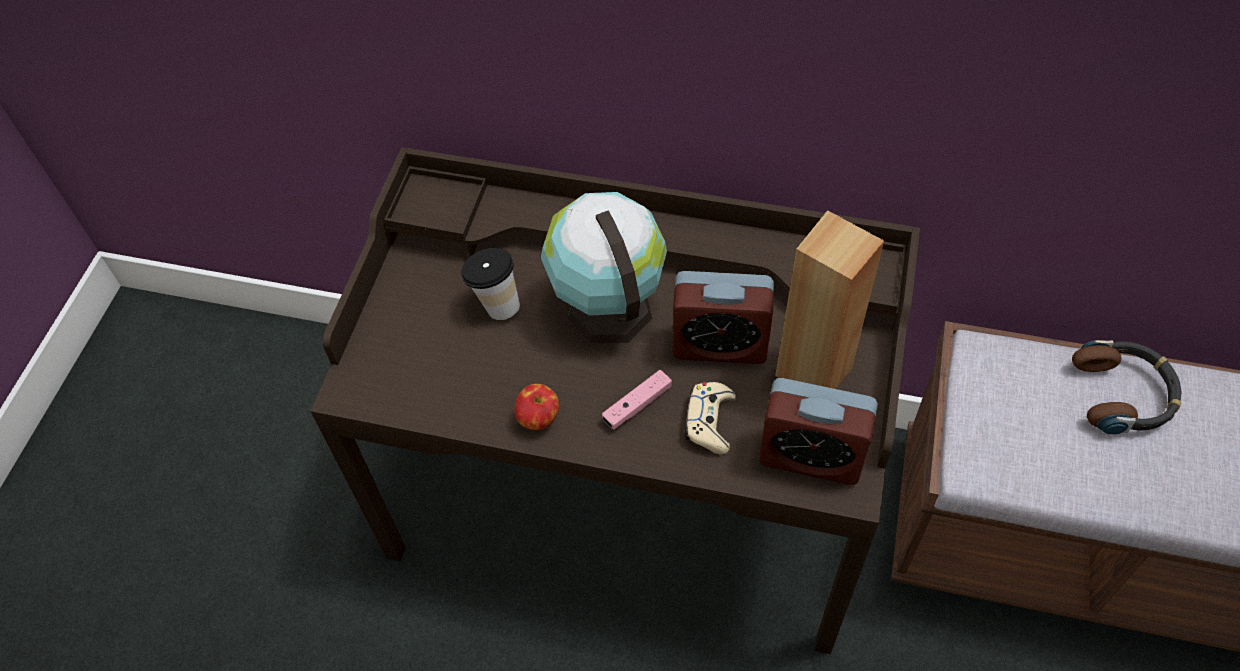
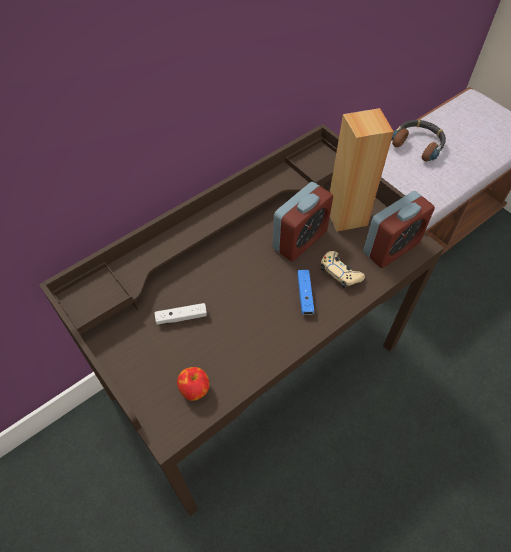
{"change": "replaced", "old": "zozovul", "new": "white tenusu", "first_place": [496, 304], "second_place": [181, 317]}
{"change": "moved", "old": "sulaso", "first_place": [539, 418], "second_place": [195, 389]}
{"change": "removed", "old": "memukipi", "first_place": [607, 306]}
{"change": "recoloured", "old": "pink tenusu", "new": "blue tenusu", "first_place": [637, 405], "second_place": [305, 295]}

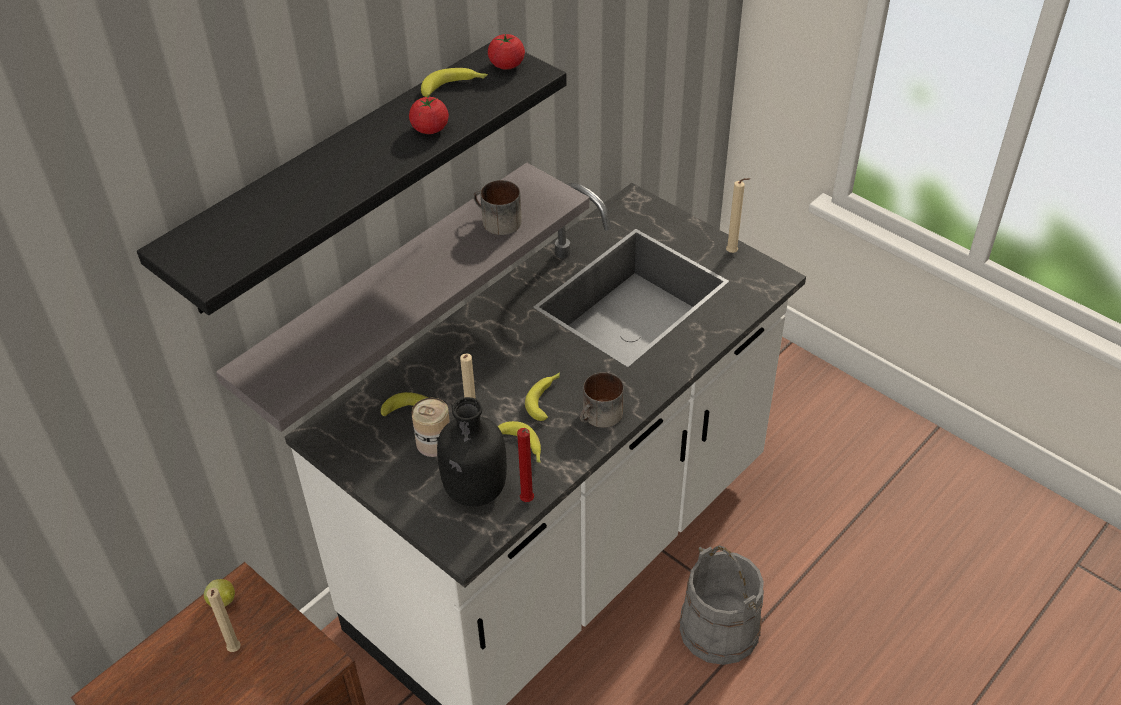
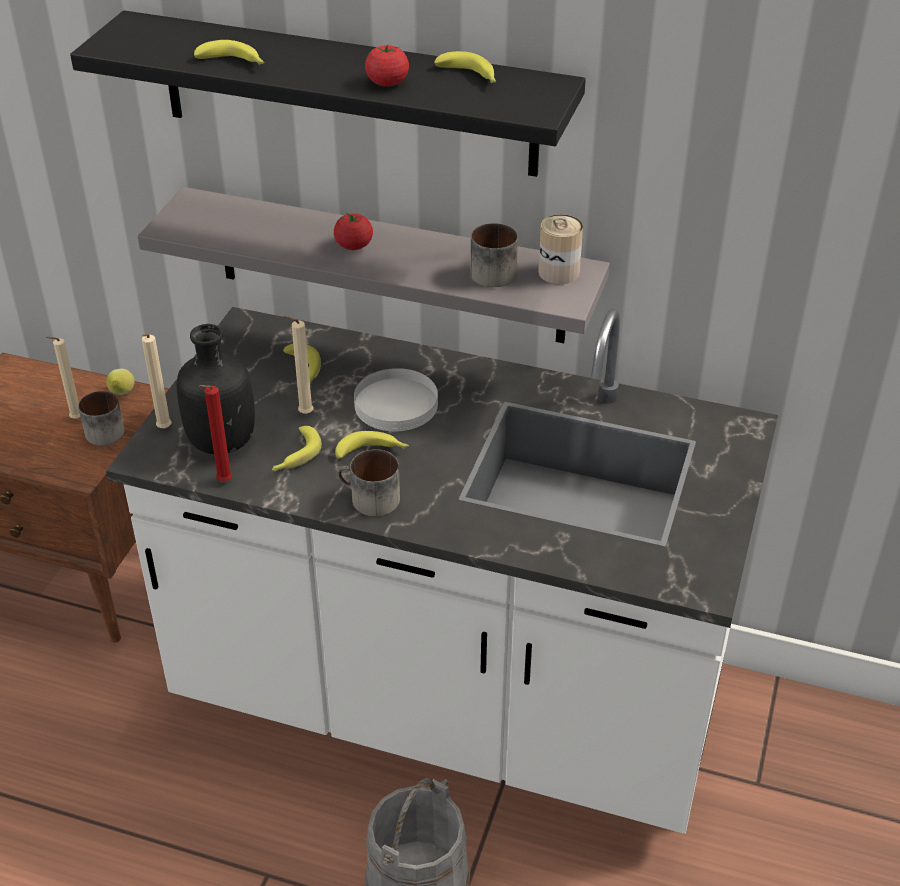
{"change": "moved", "old": "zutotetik", "first_place": [434, 442], "second_place": [558, 272]}
{"change": "moved", "old": "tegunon", "first_place": [506, 65], "second_place": [354, 245]}
{"change": "moved", "old": "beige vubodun", "first_place": [733, 253], "second_place": [163, 430]}
{"change": "added", "new": "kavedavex", "second_place": [104, 429]}
{"change": "added", "new": "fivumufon", "second_place": [234, 63]}
{"change": "added", "new": "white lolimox", "second_place": [396, 404]}

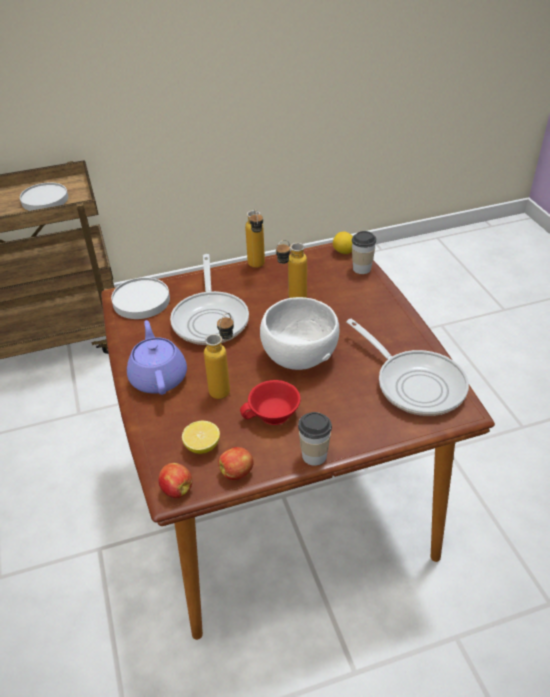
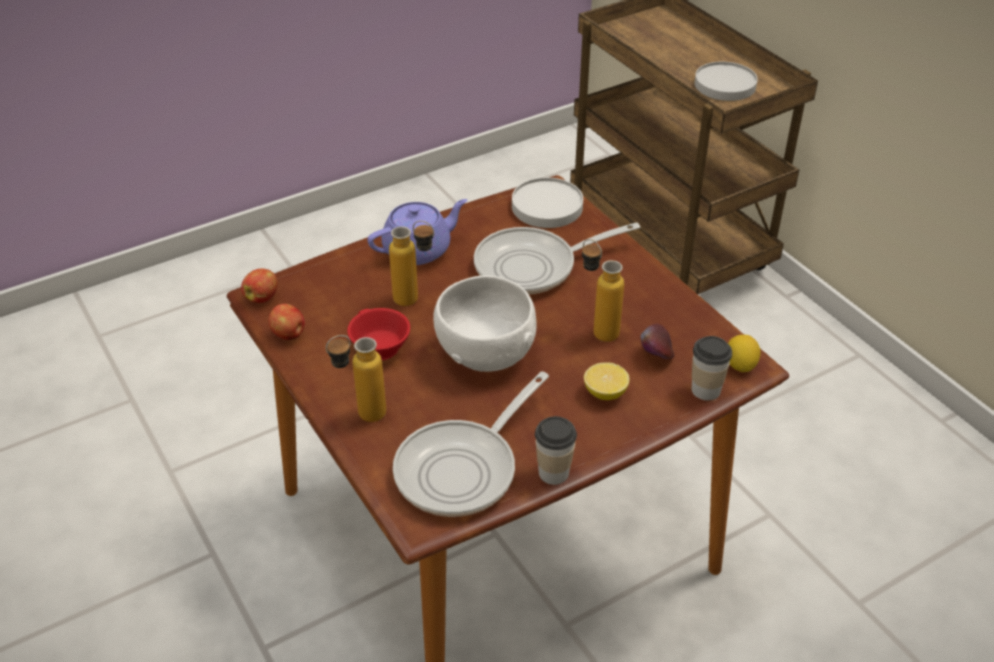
{"change": "moved", "old": "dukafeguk", "first_place": [202, 446], "second_place": [605, 393]}
{"change": "moved", "old": "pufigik", "first_place": [257, 267], "second_place": [361, 417]}
{"change": "moved", "old": "zozovul", "first_place": [314, 456], "second_place": [553, 472]}
{"change": "added", "new": "sulaso", "second_place": [656, 356]}

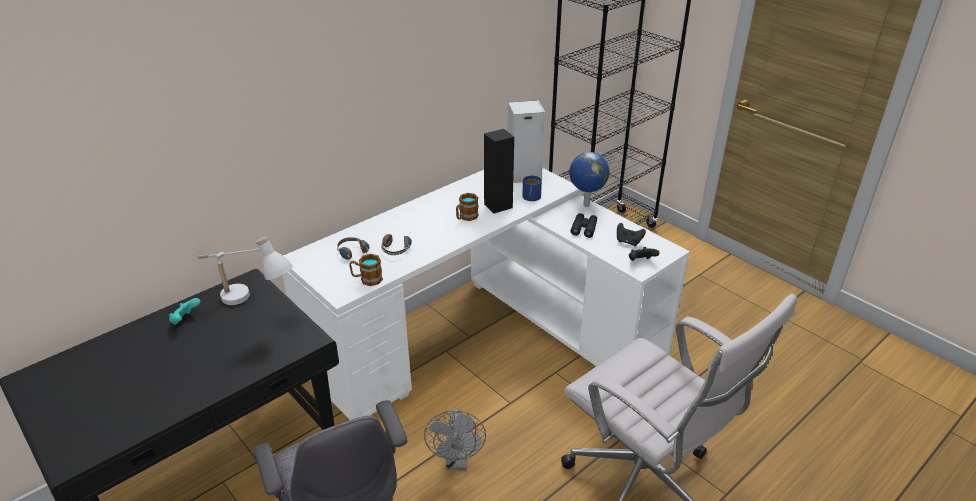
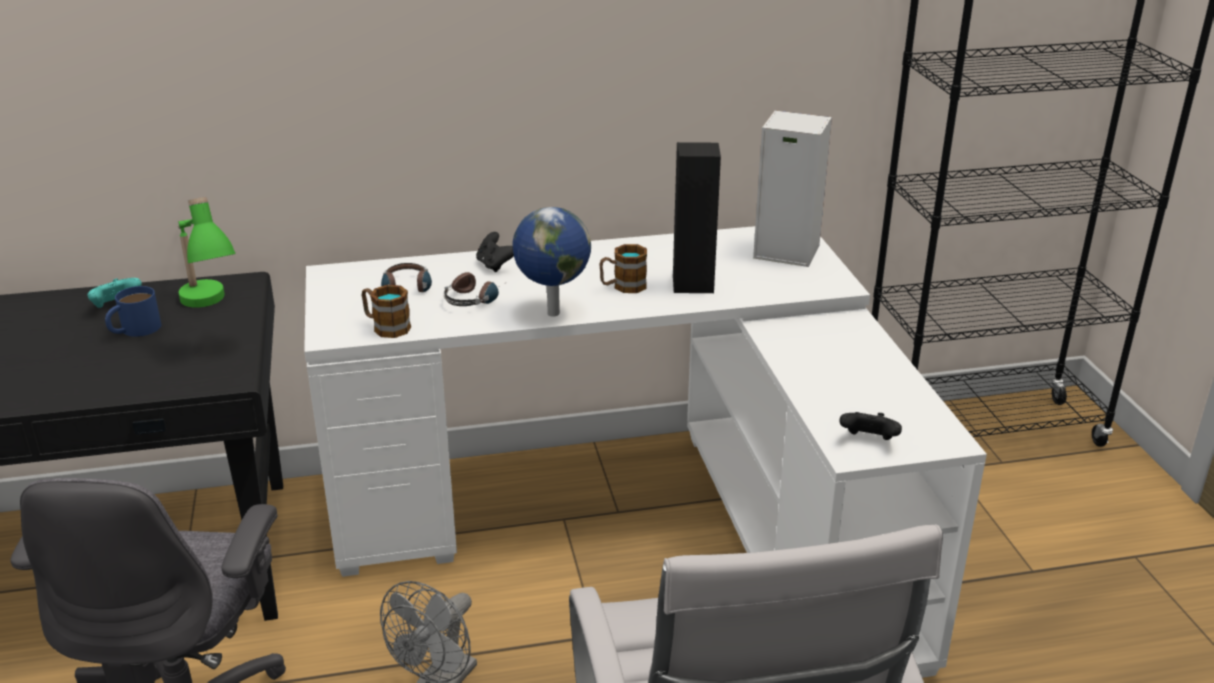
{"change": "recoloured", "old": "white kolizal", "new": "green kolizal", "first_place": [250, 303], "second_place": [209, 311]}
{"change": "moved", "old": "blue kavedavex", "first_place": [531, 198], "second_place": [134, 330]}
{"change": "moved", "old": "memukipi", "first_place": [585, 205], "second_place": [551, 313]}
{"change": "removed", "old": "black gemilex", "first_place": [584, 228]}
{"change": "moved", "old": "black tenusu", "first_place": [628, 242], "second_place": [495, 265]}

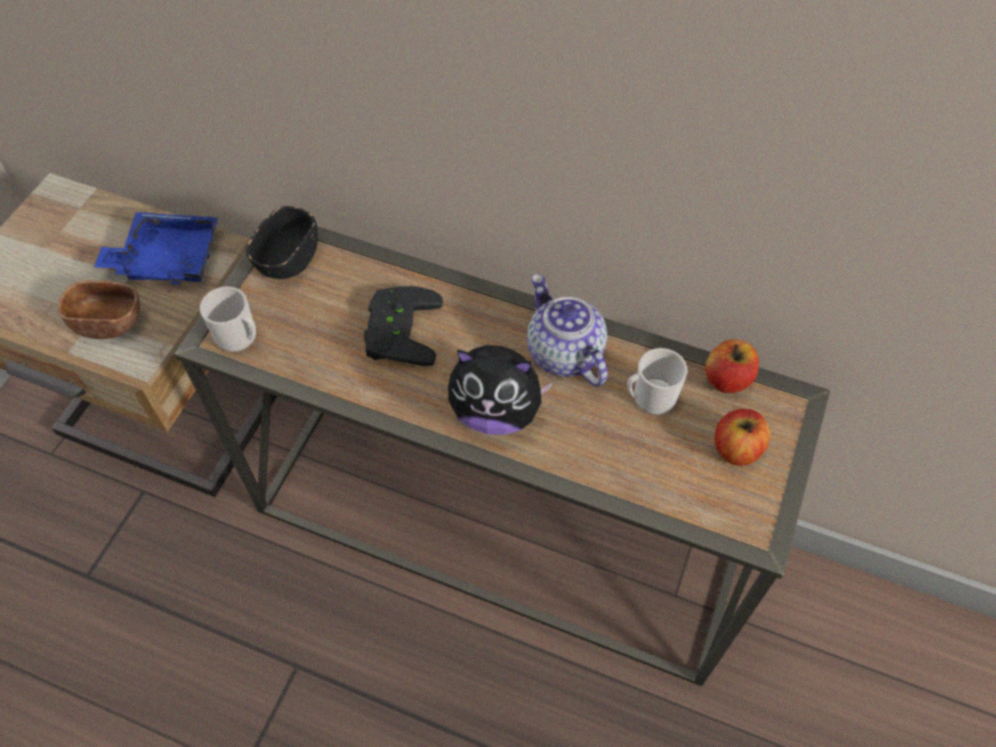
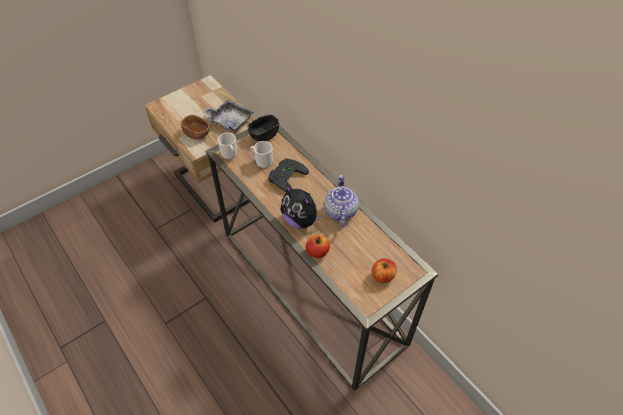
{"change": "recoloured", "old": "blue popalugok", "new": "grey popalugok", "first_place": [168, 259], "second_place": [229, 120]}
{"change": "moved", "old": "kavedavex", "first_place": [650, 398], "second_place": [262, 162]}
{"change": "moved", "old": "sulaso", "first_place": [727, 379], "second_place": [317, 252]}

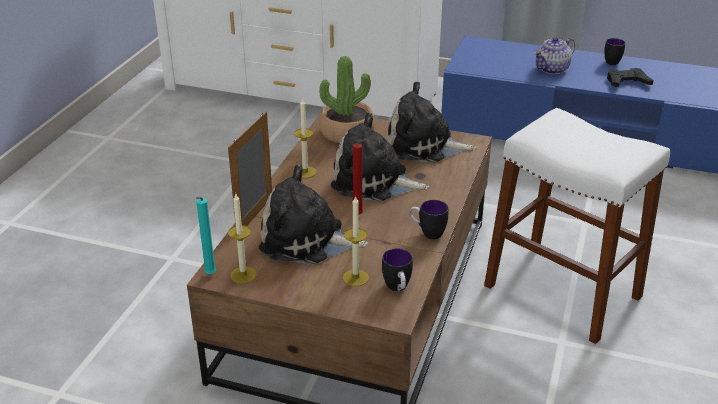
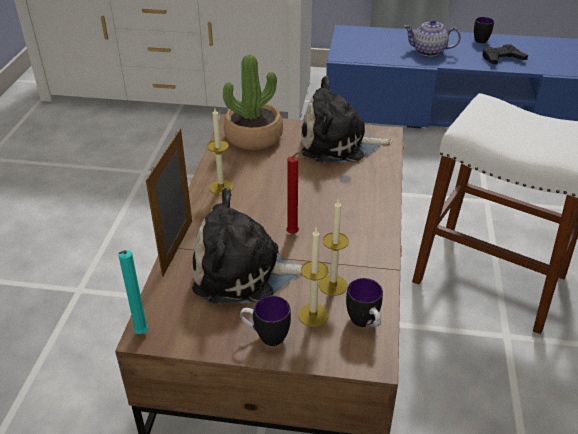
{"change": "moved", "old": "vubodun", "first_place": [243, 275], "second_place": [333, 285]}
{"change": "removed", "old": "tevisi", "first_place": [374, 182]}
{"change": "moved", "old": "kavedavex", "first_place": [427, 233], "second_place": [265, 336]}
{"change": "turned", "old": "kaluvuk", "first_place": [552, 69], "second_place": [428, 52], "degrees": 60}

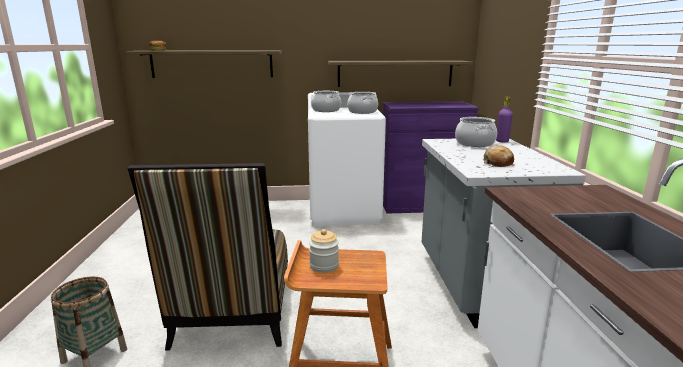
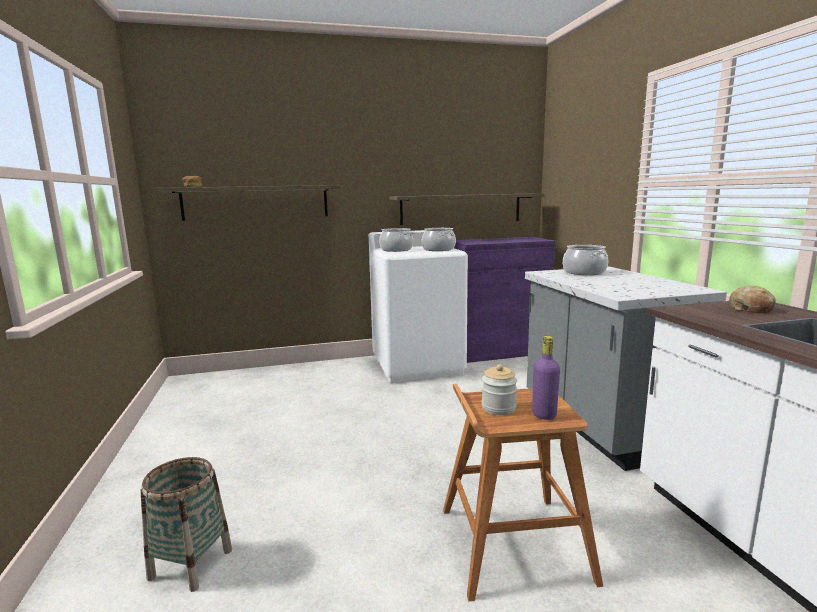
{"change": "removed", "old": "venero", "first_place": [233, 315]}
{"change": "moved", "old": "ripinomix", "first_place": [498, 163], "second_place": [751, 309]}
{"change": "moved", "old": "purple pufigik", "first_place": [502, 141], "second_place": [544, 415]}

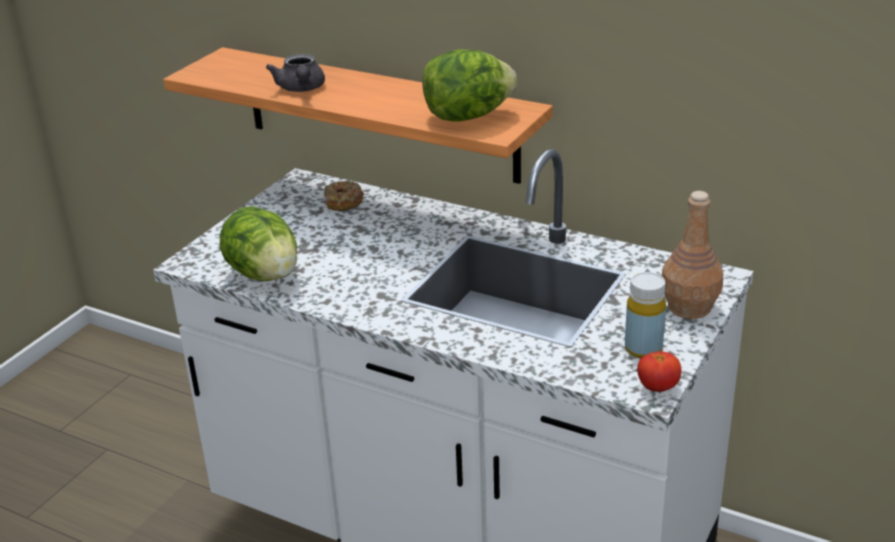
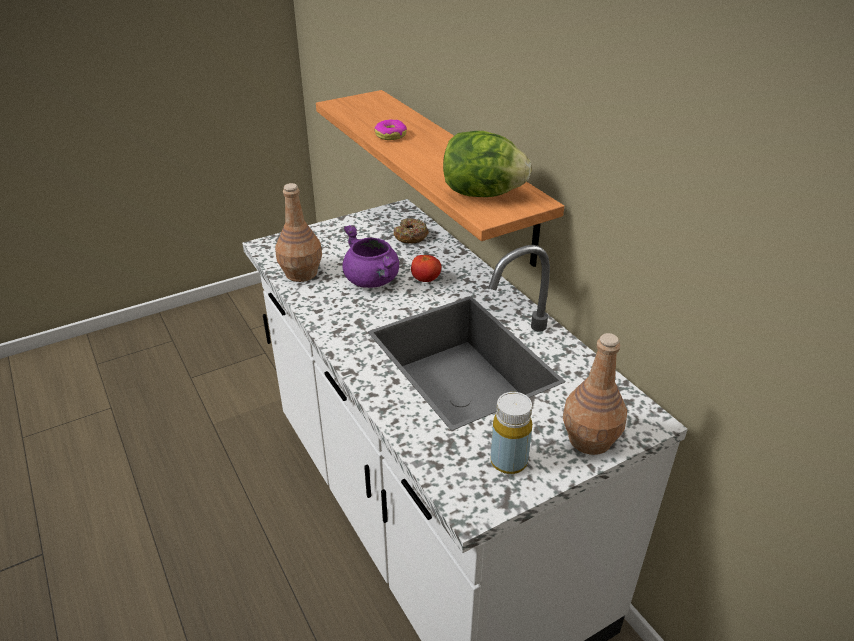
{"change": "replaced", "old": "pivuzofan", "new": "brown pufigik", "first_place": [264, 274], "second_place": [301, 273]}
{"change": "replaced", "old": "grey kaluvuk", "new": "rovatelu", "first_place": [301, 89], "second_place": [390, 135]}
{"change": "moved", "old": "tegunon", "first_place": [658, 387], "second_place": [426, 280]}
{"change": "added", "new": "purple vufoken", "second_place": [373, 281]}

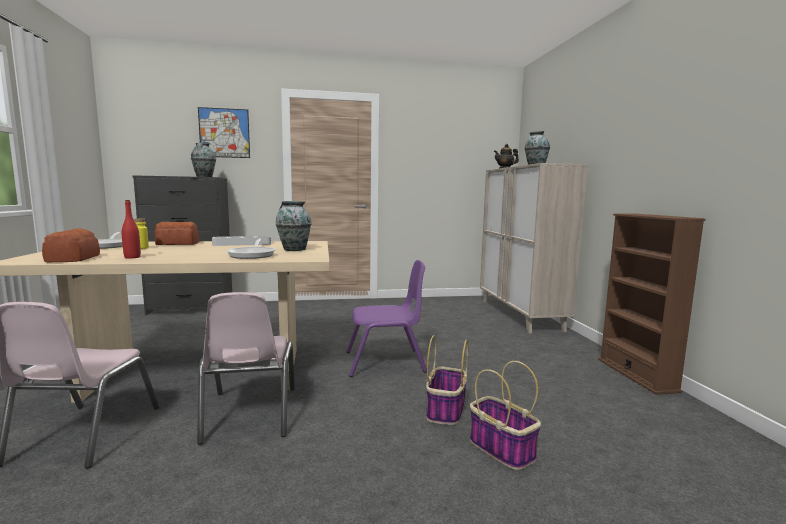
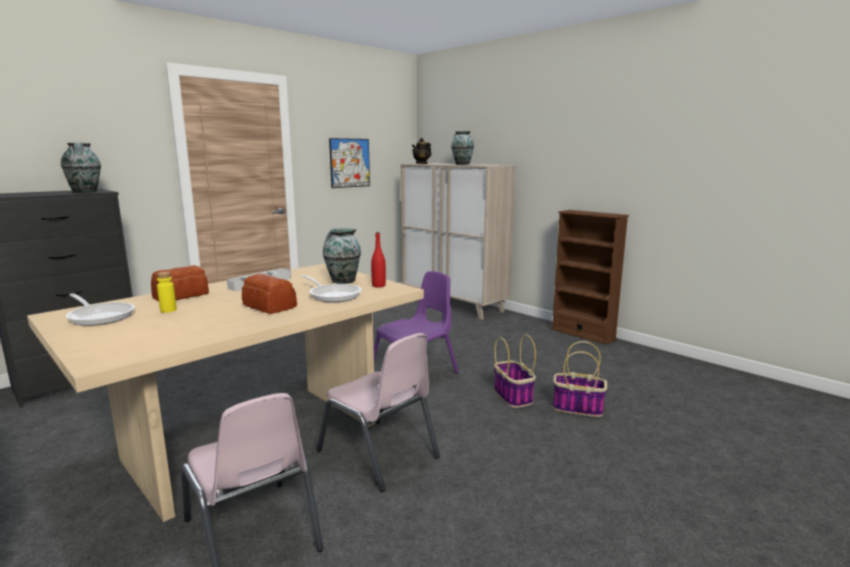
{"change": "moved", "old": "ripinomix", "first_place": [71, 259], "second_place": [269, 306]}
{"change": "moved", "old": "red pufigik", "first_place": [132, 257], "second_place": [378, 286]}
{"change": "moved", "old": "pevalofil", "first_place": [224, 133], "second_place": [350, 163]}

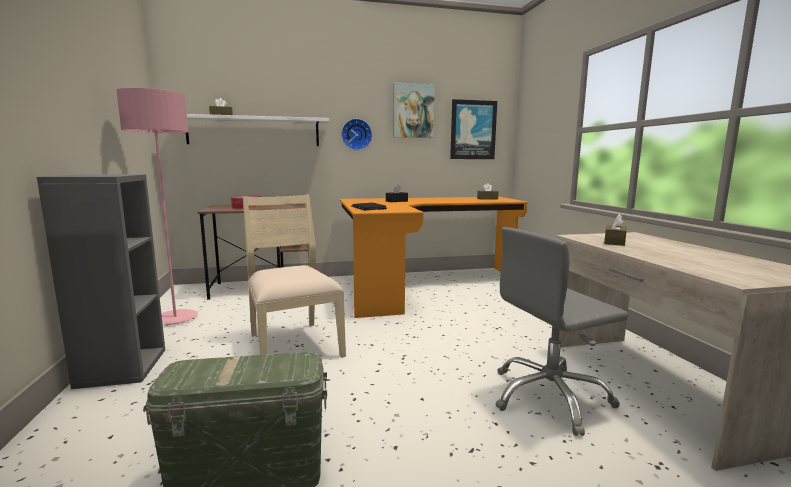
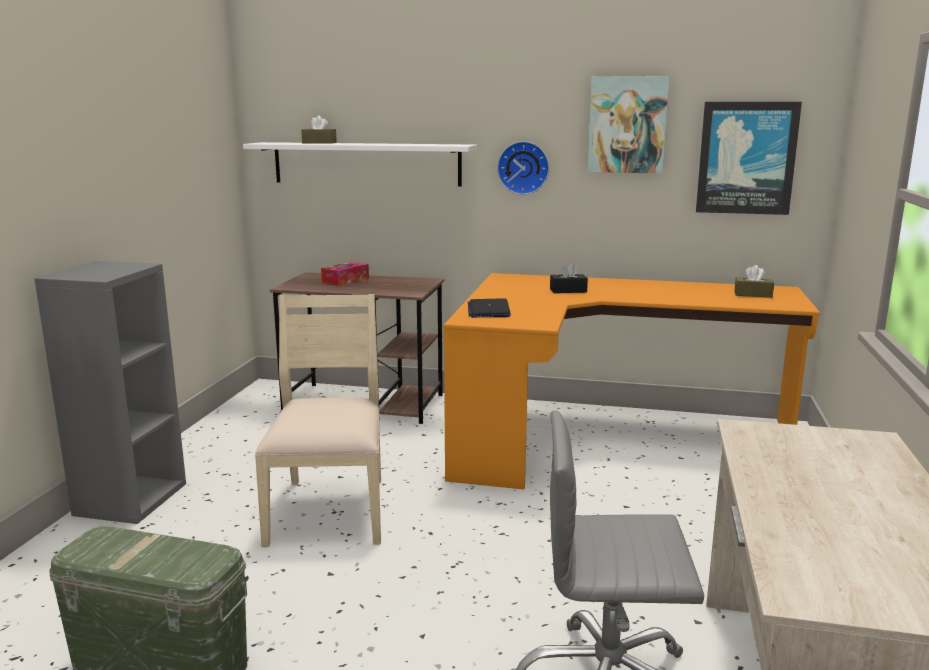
{"change": "removed", "old": "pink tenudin", "first_place": [175, 319]}
{"change": "removed", "old": "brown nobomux", "first_place": [614, 242]}

